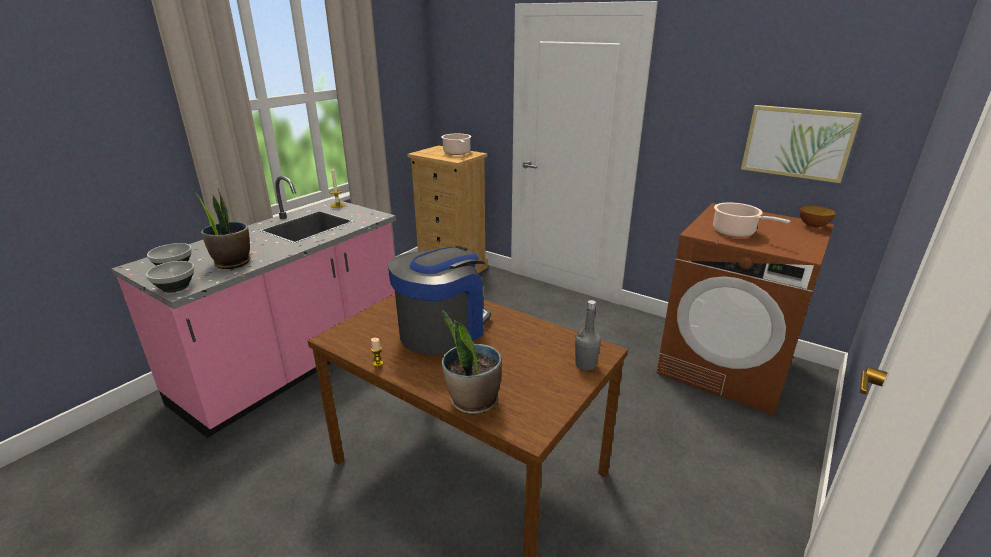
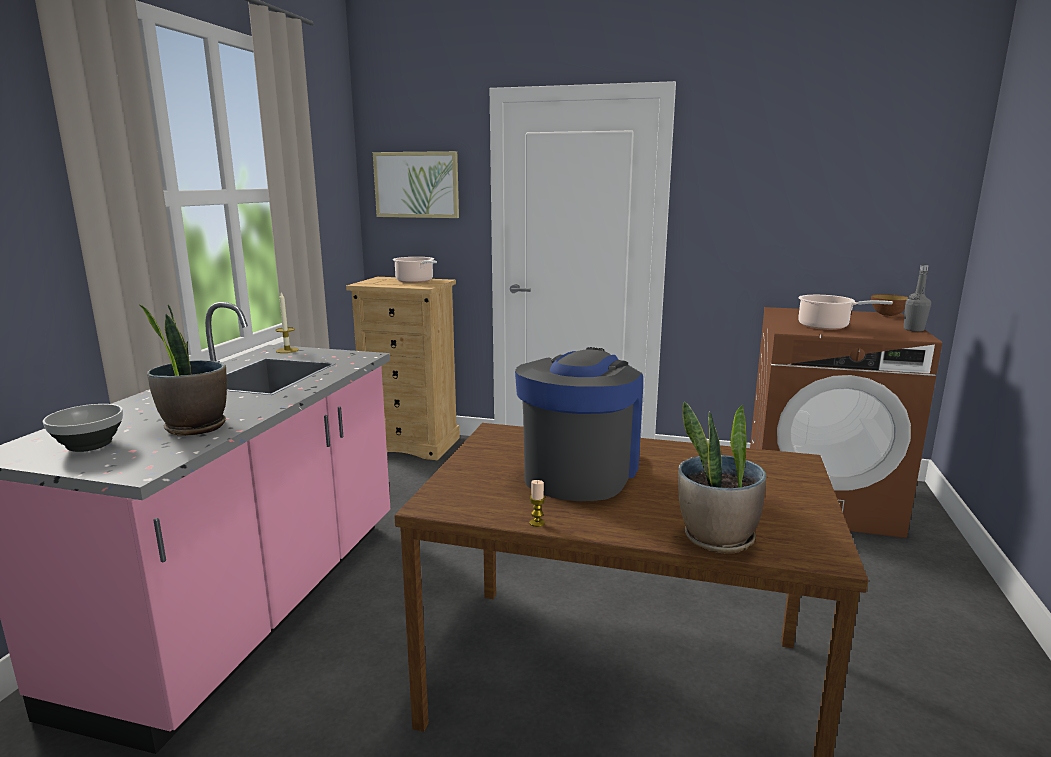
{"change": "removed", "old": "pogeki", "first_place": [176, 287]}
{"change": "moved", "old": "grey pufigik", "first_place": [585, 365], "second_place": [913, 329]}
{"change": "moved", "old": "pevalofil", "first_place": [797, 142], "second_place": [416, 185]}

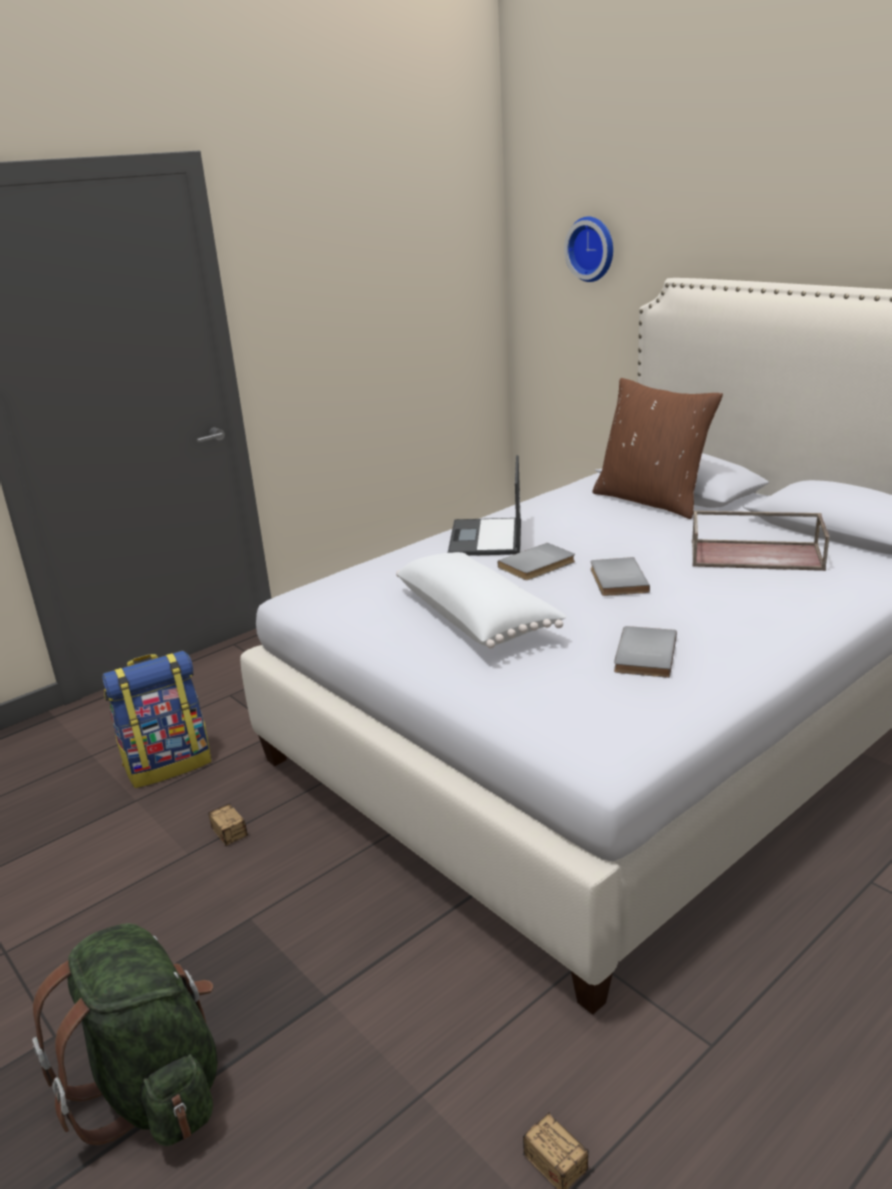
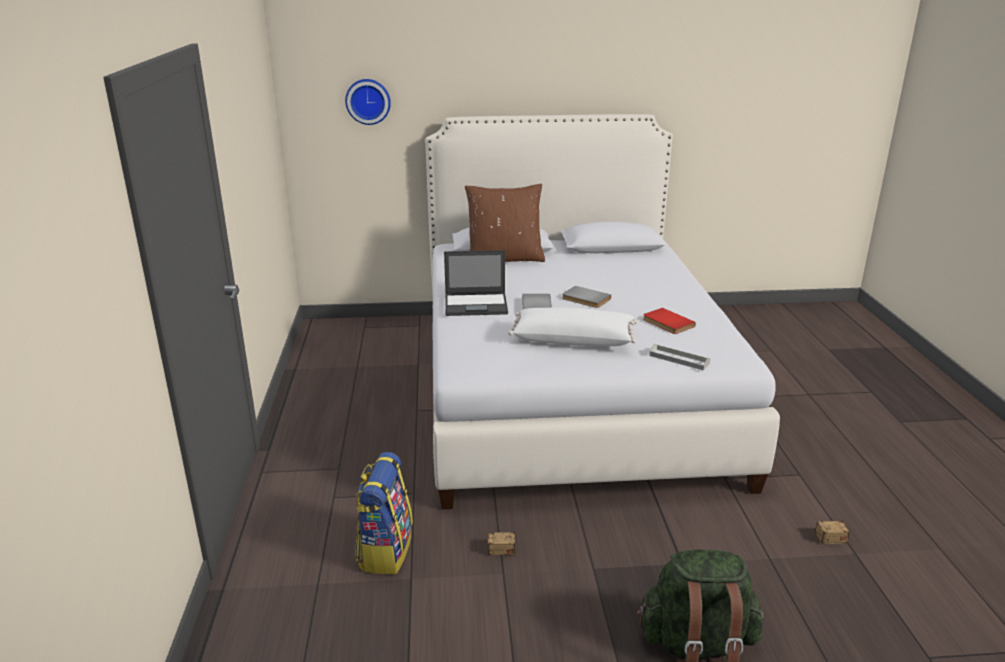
{"change": "turned", "old": "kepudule", "first_place": [486, 538], "second_place": [477, 305], "degrees": -45}
{"change": "recoloured", "old": "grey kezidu", "new": "red kezidu", "first_place": [642, 654], "second_place": [667, 323]}
{"change": "removed", "old": "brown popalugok", "first_place": [757, 555]}
{"change": "added", "new": "grey popalugok", "second_place": [679, 359]}

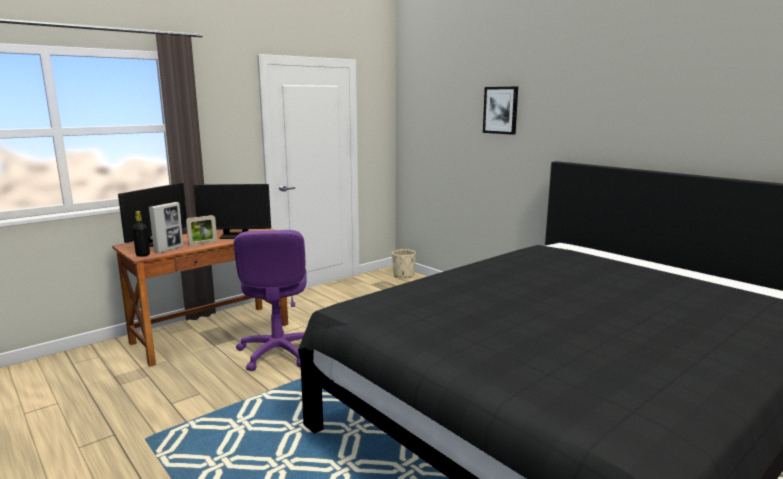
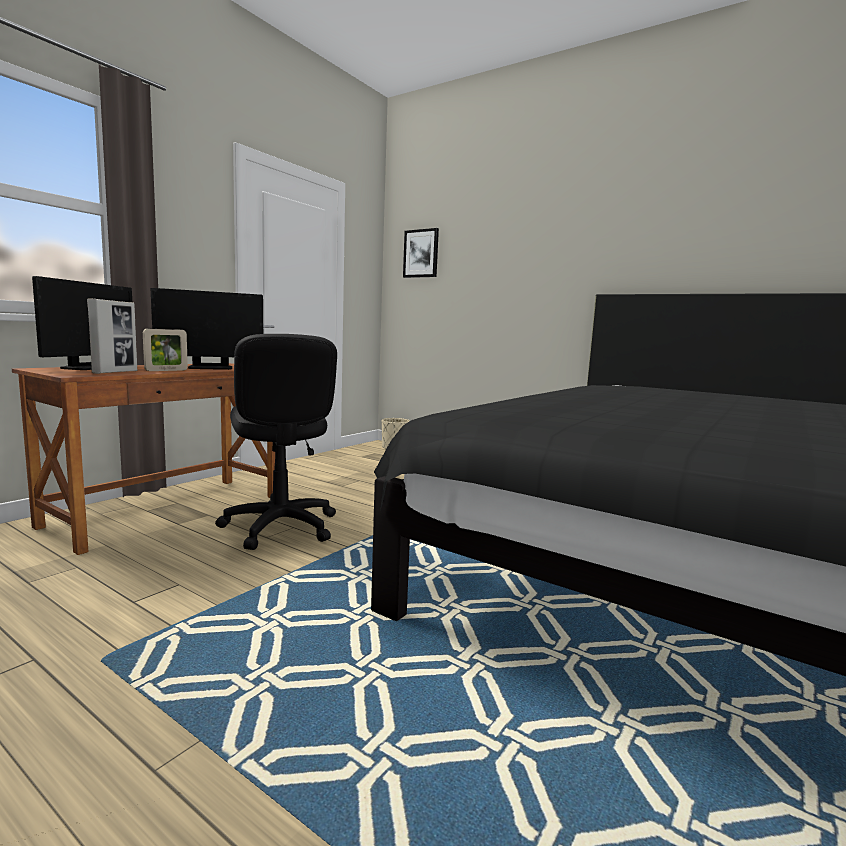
{"change": "removed", "old": "black pufigik", "first_place": [143, 255]}
{"change": "recoloured", "old": "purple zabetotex", "new": "black zabetotex", "first_place": [277, 352], "second_place": [280, 527]}
{"change": "moved", "old": "pevalofil", "first_place": [500, 110], "second_place": [421, 253]}

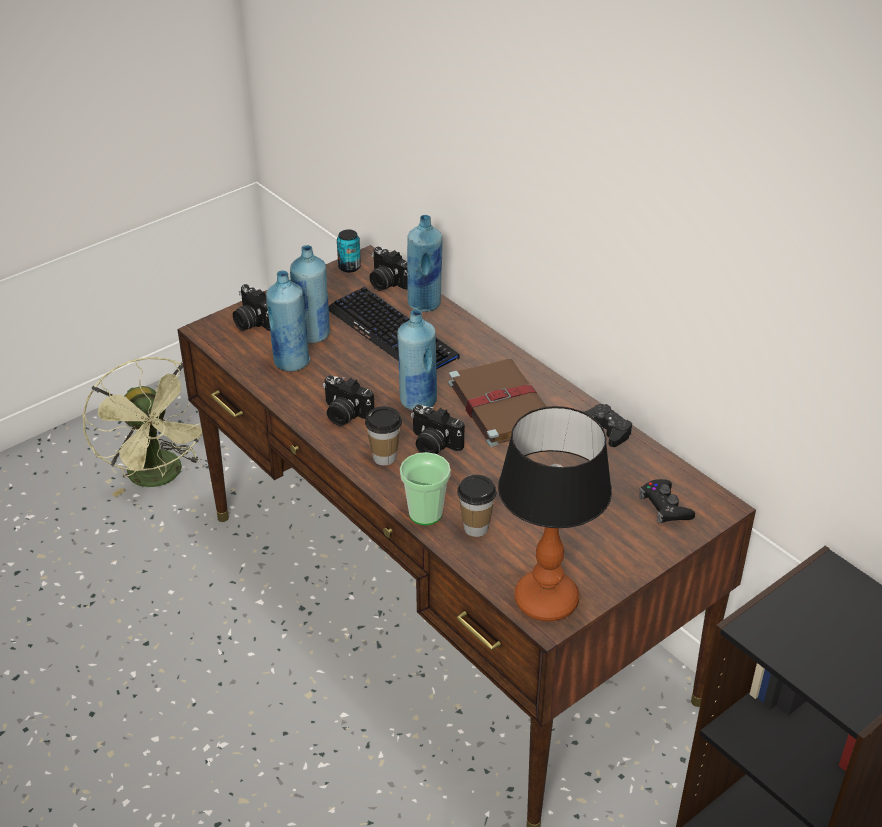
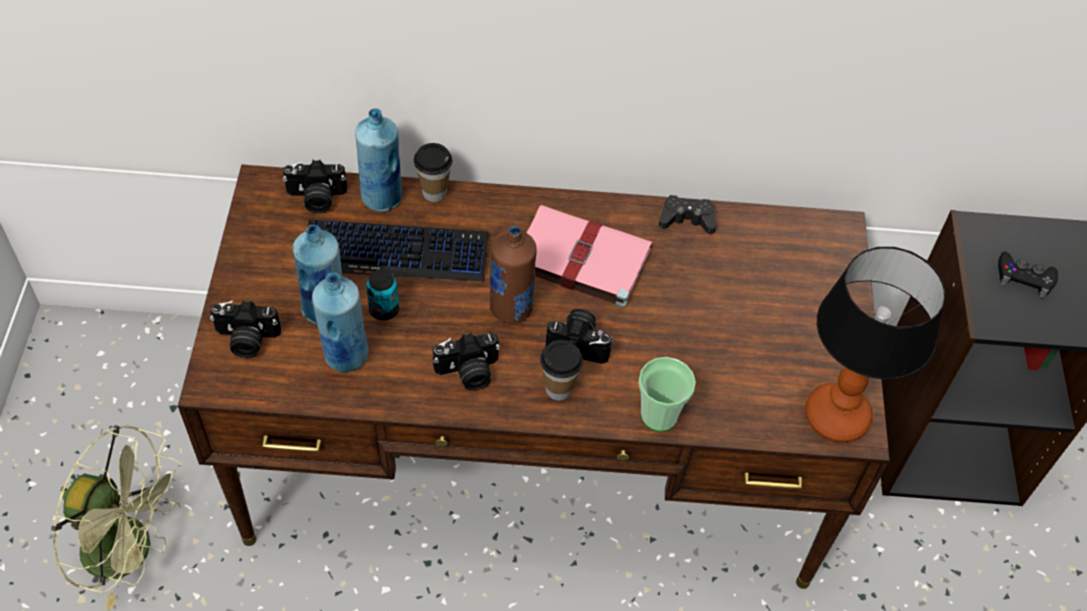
{"change": "moved", "old": "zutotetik", "first_place": [349, 267], "second_place": [384, 309]}
{"change": "recoloured", "old": "blue pufigik", "new": "brown pufigik", "first_place": [417, 401], "second_place": [511, 308]}
{"change": "turned", "old": "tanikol", "first_place": [433, 445], "second_place": [579, 343], "degrees": -150}
{"change": "recoloured", "old": "brown kezidu", "new": "pink kezidu", "first_place": [500, 404], "second_place": [579, 258]}
{"change": "moved", "old": "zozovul", "first_place": [475, 528], "second_place": [434, 192]}
{"change": "moved", "old": "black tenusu", "first_place": [665, 507], "second_place": [1024, 278]}

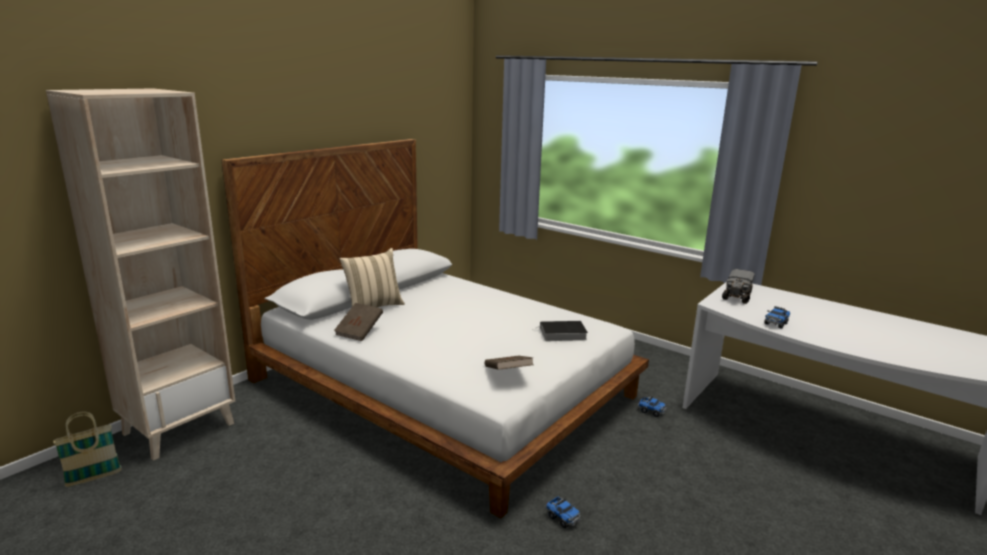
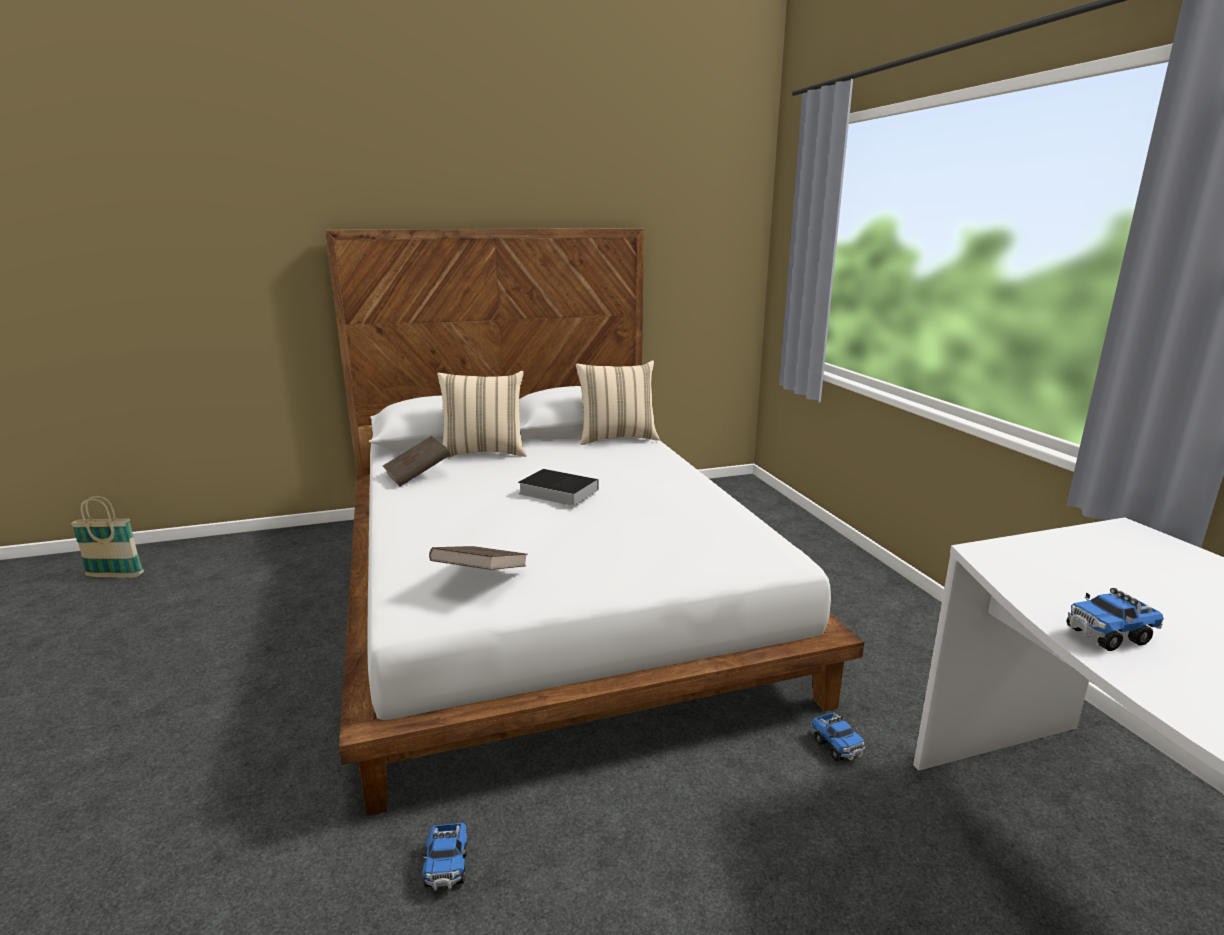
{"change": "removed", "old": "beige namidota", "first_place": [179, 428]}
{"change": "moved", "old": "kezidu", "first_place": [561, 334], "second_place": [556, 491]}
{"change": "removed", "old": "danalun", "first_place": [737, 295]}
{"change": "added", "new": "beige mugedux", "second_place": [617, 438]}

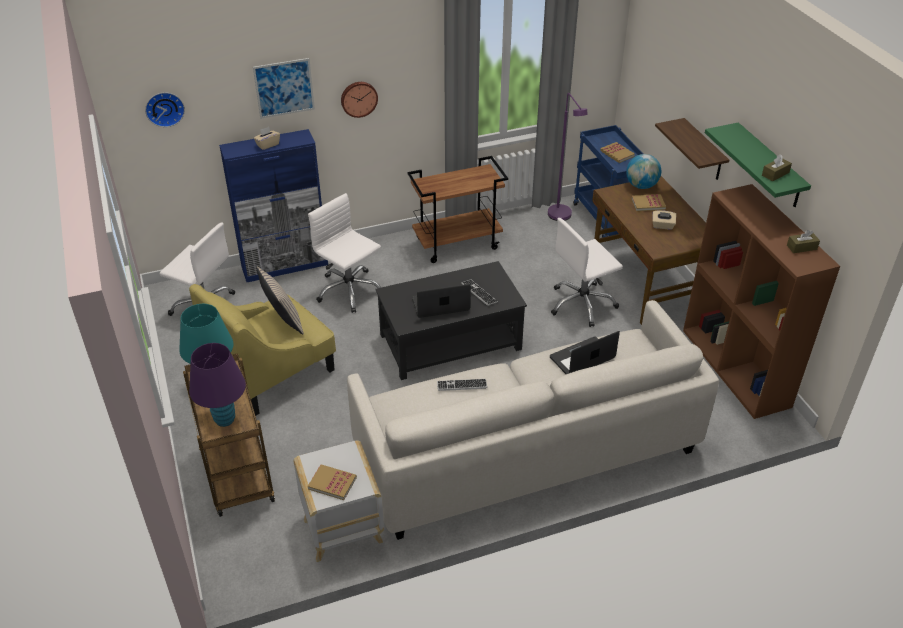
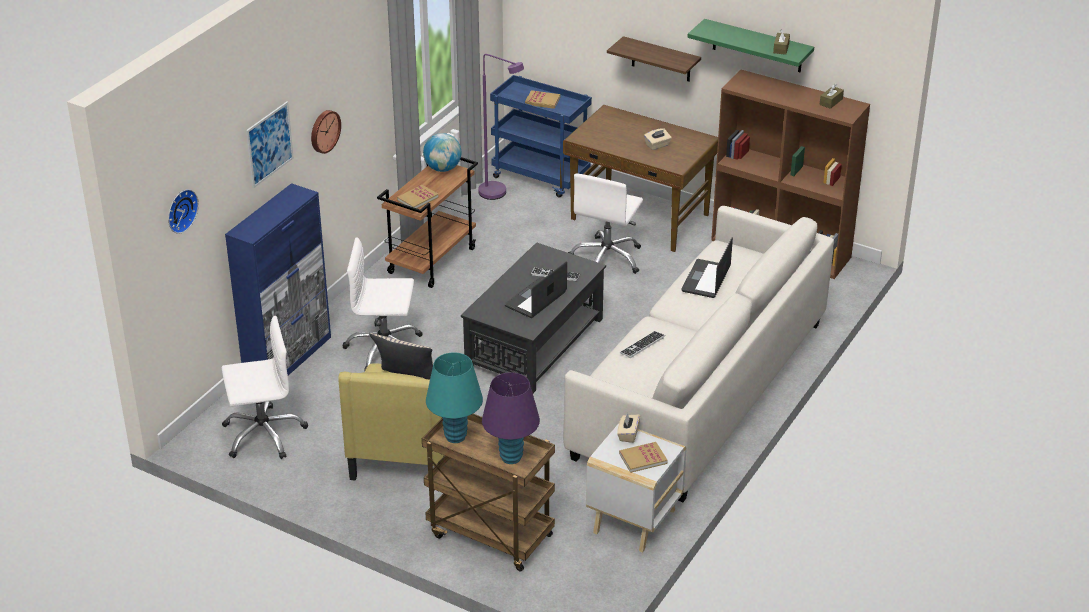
{"change": "moved", "old": "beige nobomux", "first_place": [267, 145], "second_place": [628, 434]}
{"change": "moved", "old": "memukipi", "first_place": [641, 186], "second_place": [443, 169]}
{"change": "moved", "old": "kezidu", "first_place": [648, 204], "second_place": [417, 199]}

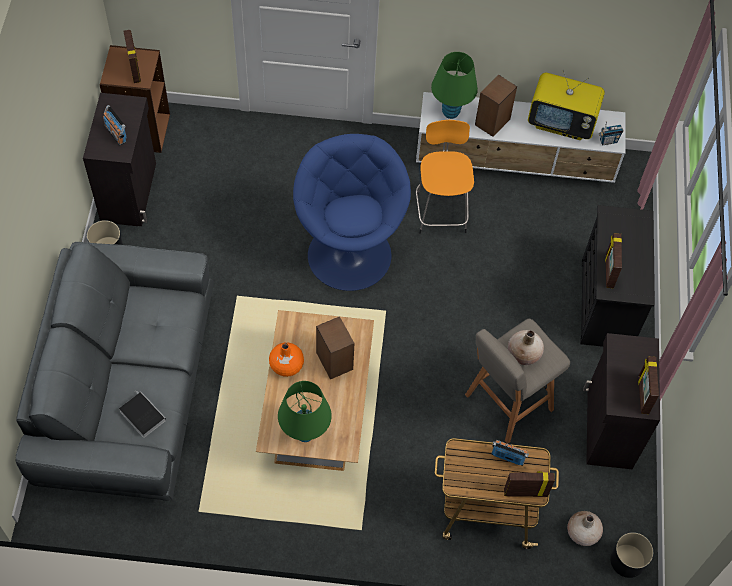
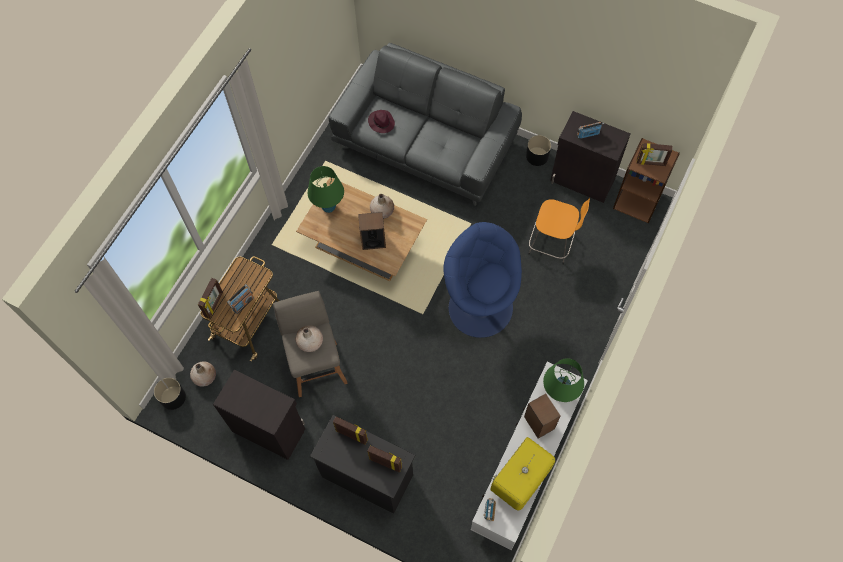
{"change": "replaced", "old": "kezidu", "new": "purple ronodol", "first_place": [141, 415], "second_place": [381, 122]}
{"change": "recoloured", "old": "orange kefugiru", "new": "beige kefugiru", "first_place": [286, 365], "second_place": [382, 211]}
{"change": "turned", "old": "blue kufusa", "first_place": [349, 254], "second_place": [480, 306], "degrees": -150}
{"change": "moved", "old": "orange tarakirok", "first_place": [441, 211], "second_place": [552, 244]}
{"change": "moved", "old": "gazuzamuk", "first_place": [642, 394], "second_place": [386, 462]}

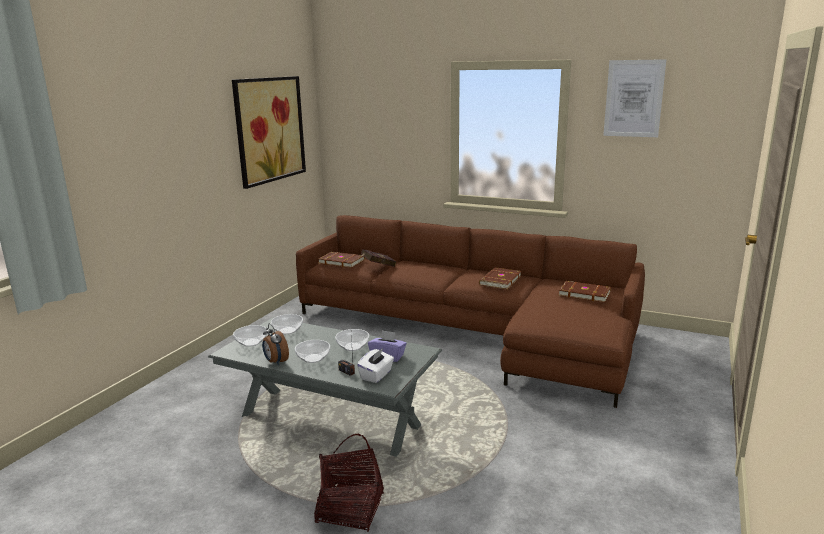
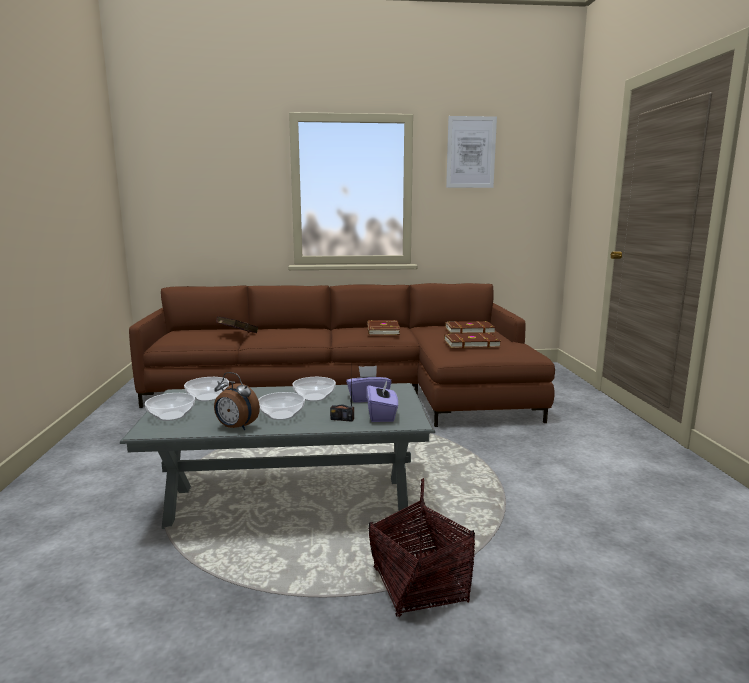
{"change": "removed", "old": "pevalofil", "first_place": [269, 129]}
{"change": "moved", "old": "brown kezidu", "first_place": [341, 261], "second_place": [471, 343]}
{"change": "recoloured", "old": "white nobomux", "new": "purple nobomux", "first_place": [376, 375], "second_place": [382, 415]}

